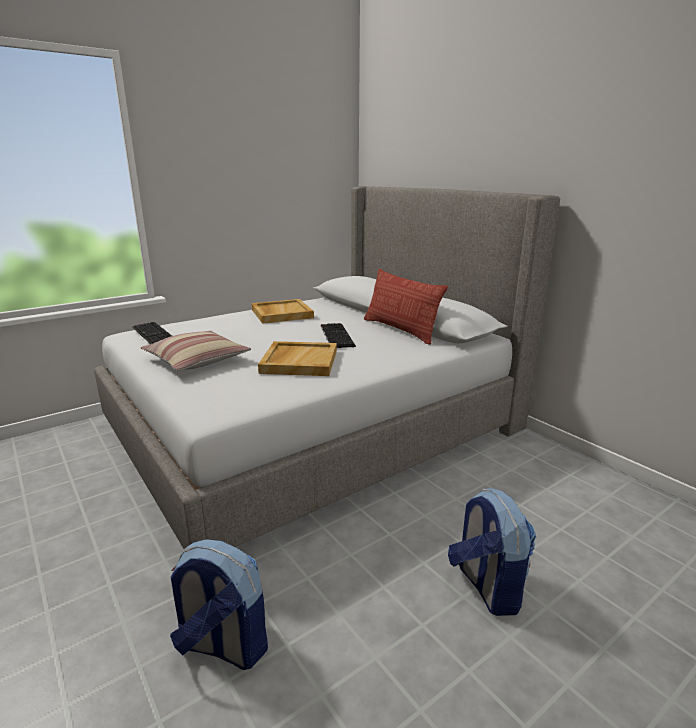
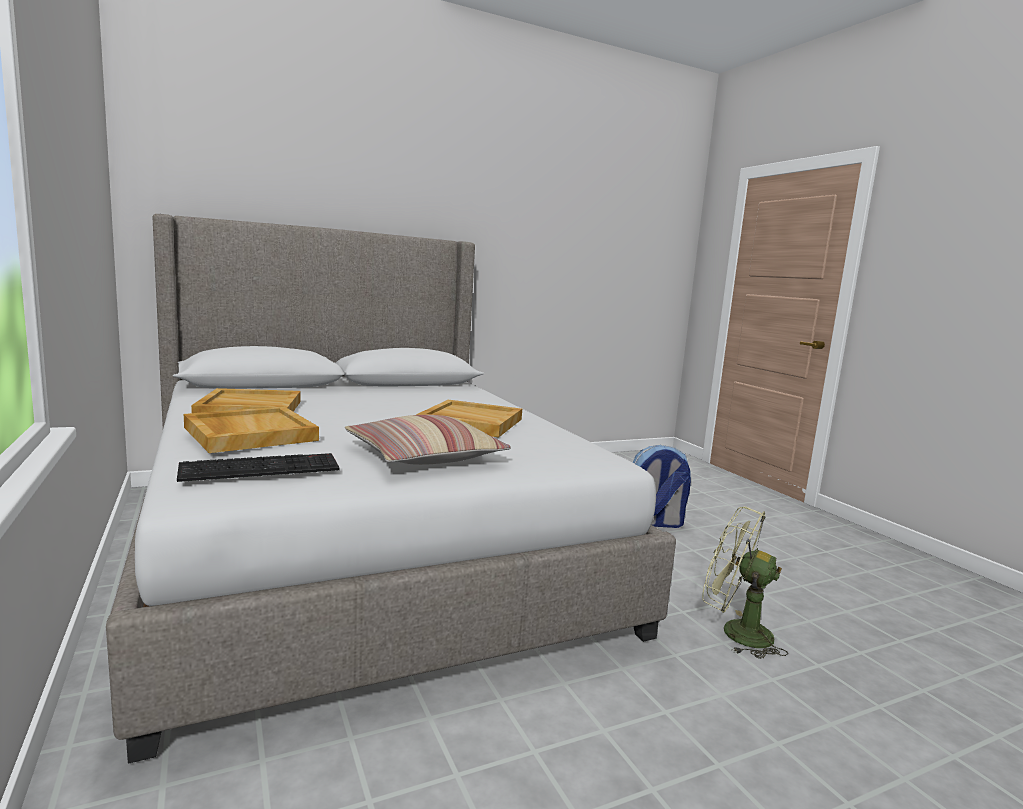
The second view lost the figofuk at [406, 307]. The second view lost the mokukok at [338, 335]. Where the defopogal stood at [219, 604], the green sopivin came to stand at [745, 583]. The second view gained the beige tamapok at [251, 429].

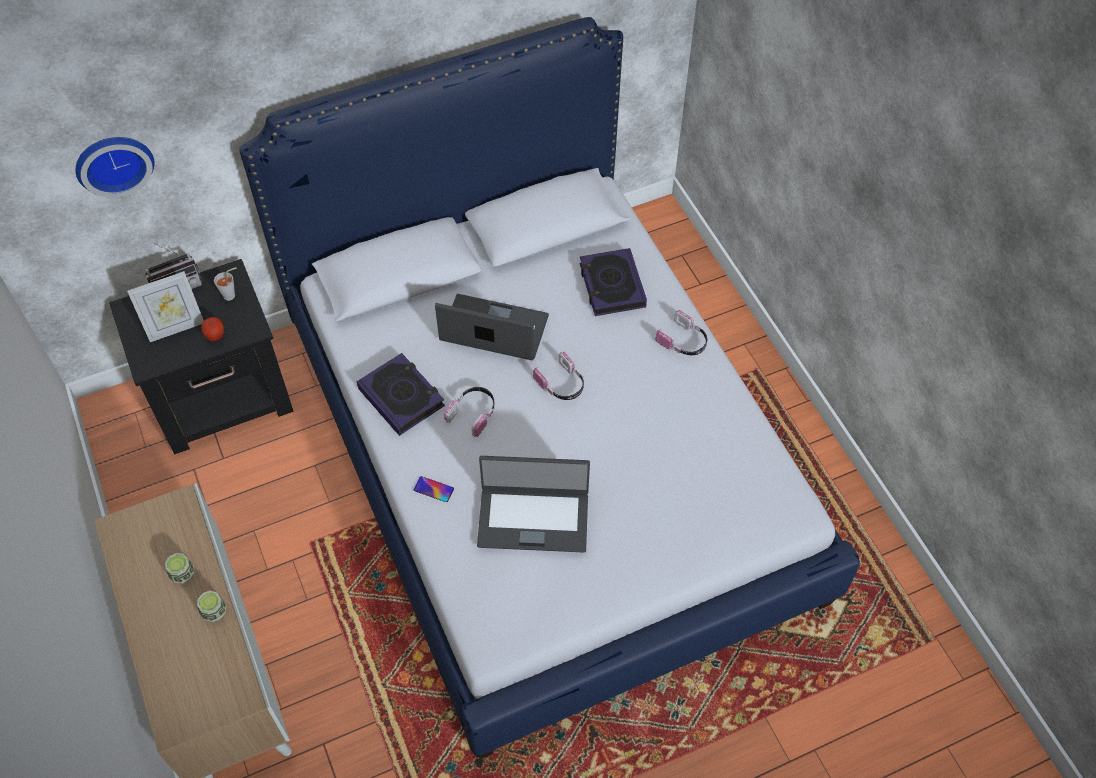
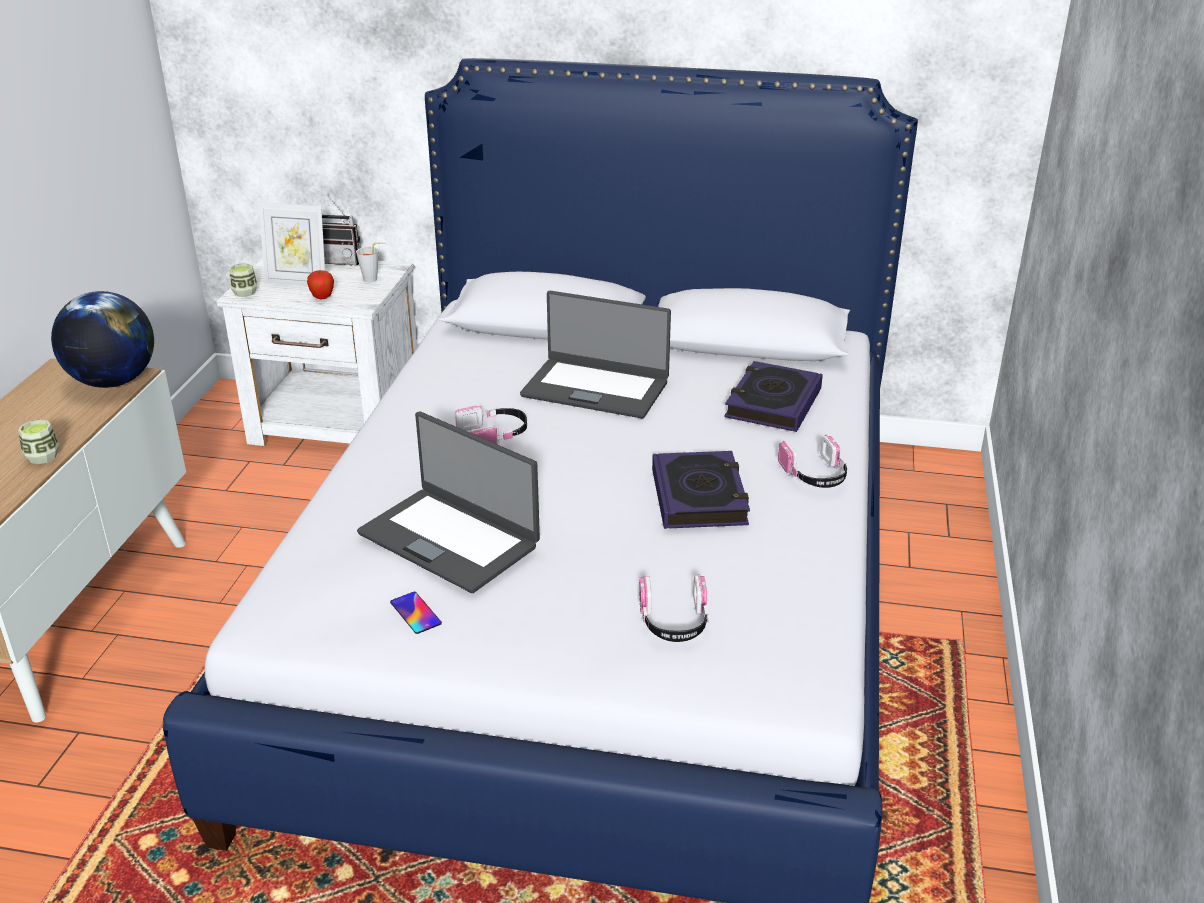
The second view lost the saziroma at [114, 167]. What was the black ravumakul at [201, 357] turned into the white ravumakul at [317, 352]. The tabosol at [492, 327] ended up facing another way, 150 degrees clockwise from before. The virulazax ended up elsewhere, having gone from [558, 376] to [674, 608]. The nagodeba ended up elsewhere, having gone from [401, 394] to [701, 490]. The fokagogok ended up elsewhere, having gone from [434, 489] to [416, 613]. The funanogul ended up elsewhere, having gone from [179, 568] to [243, 280]. The second view gained the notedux at [102, 339].

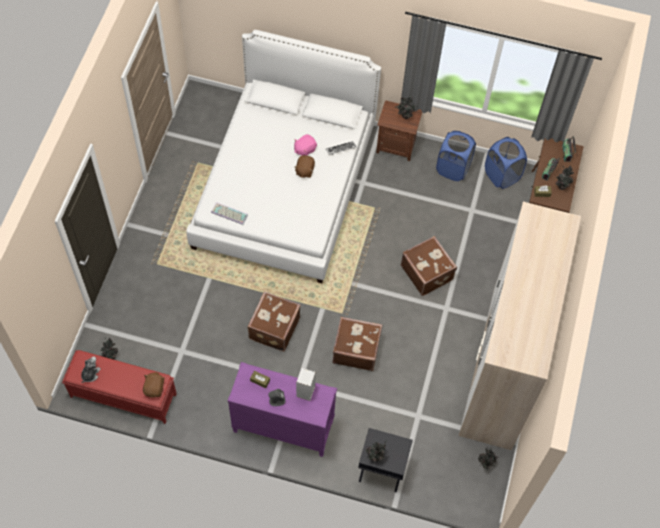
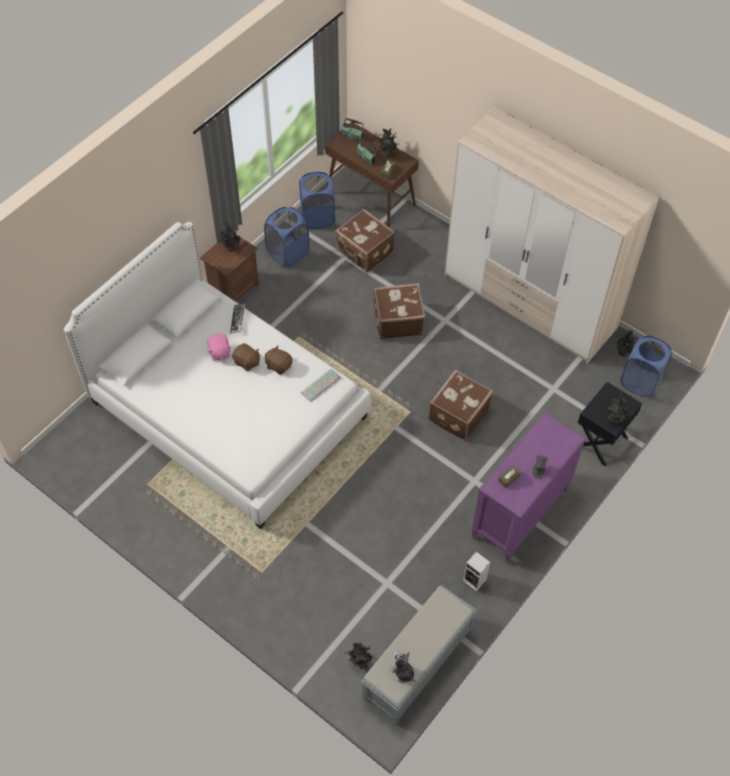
The mokukok ended up elsewhere, having gone from [229, 213] to [321, 385]. The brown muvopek ended up elsewhere, having gone from [274, 321] to [365, 241]. What was the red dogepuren at [119, 387] turned into the grey dogepuren at [419, 655]. The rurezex ended up elsewhere, having gone from [306, 384] to [477, 571]. The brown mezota ended up elsewhere, having gone from [153, 385] to [279, 360]. The second view gained the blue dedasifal at [647, 366].

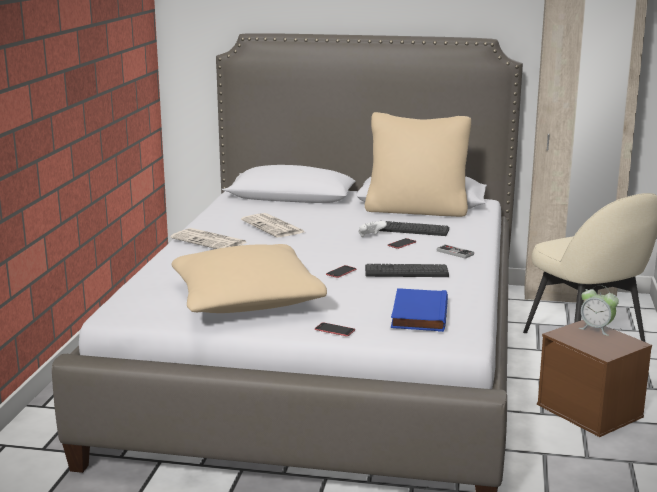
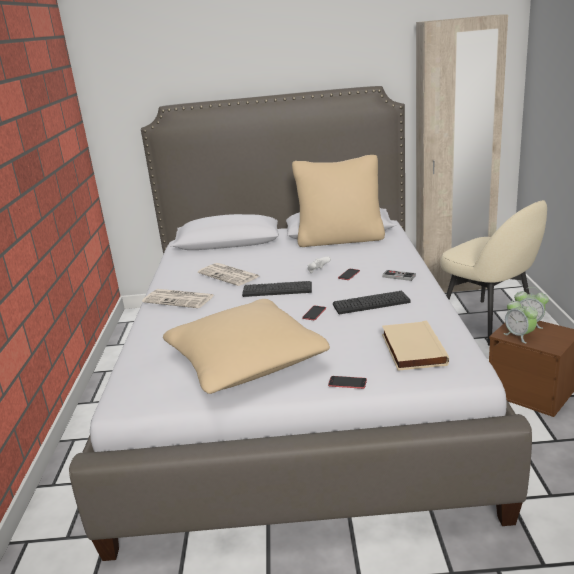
The mokukok ended up elsewhere, having gone from [414, 228] to [277, 289]. What was the blue nagodeba at [419, 310] turned into the beige nagodeba at [415, 346]. The second view gained the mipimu at [520, 320].

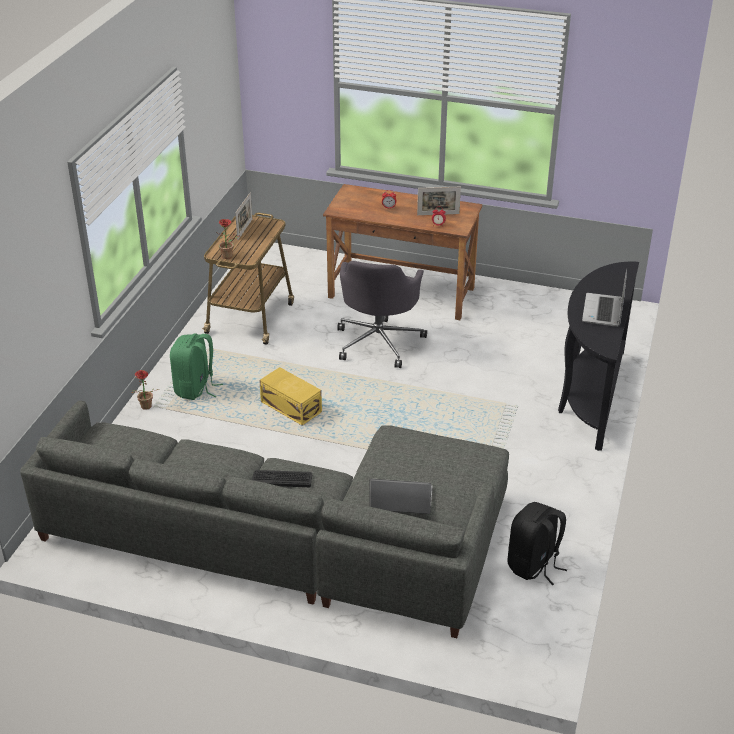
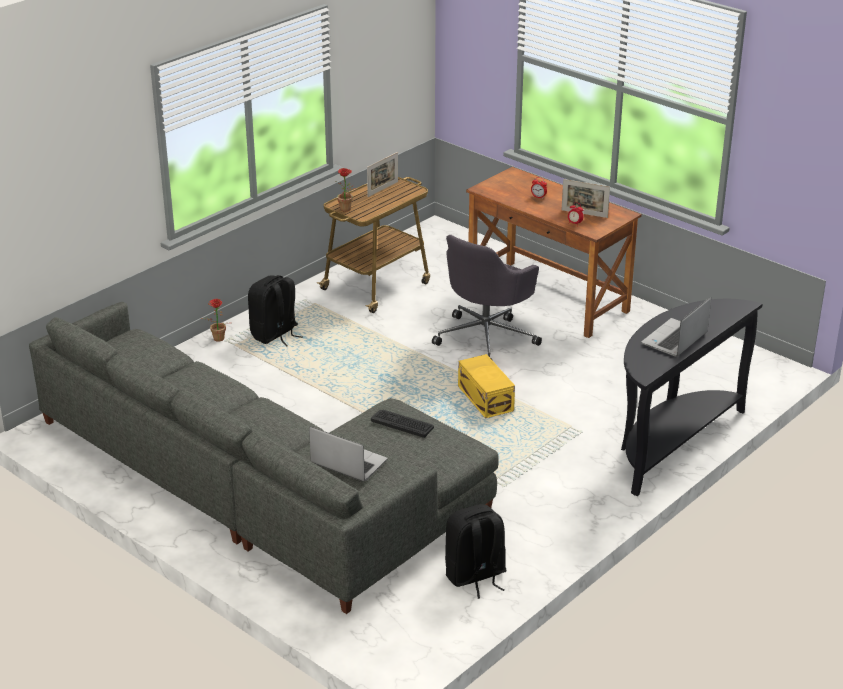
What was the green defopogal at [196, 367] turned into the black defopogal at [275, 311]. The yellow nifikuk ended up elsewhere, having gone from [290, 396] to [486, 386]. The mokukok ended up elsewhere, having gone from [282, 478] to [402, 424].

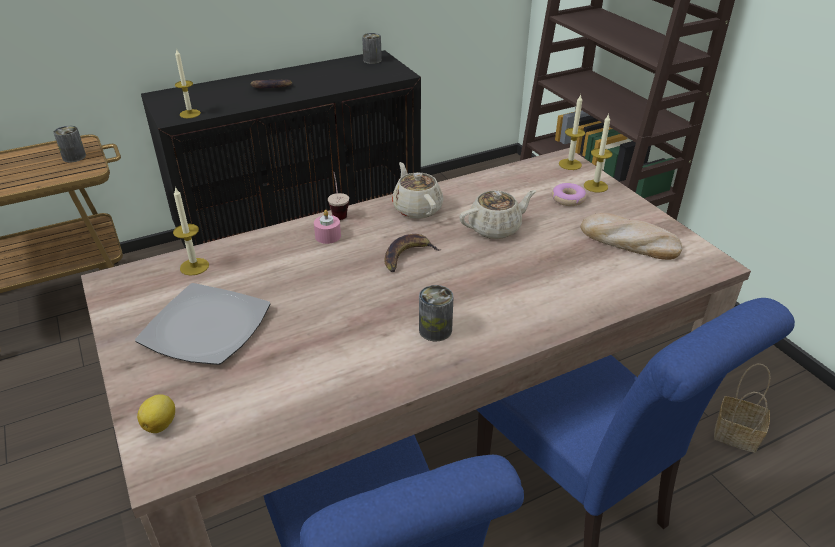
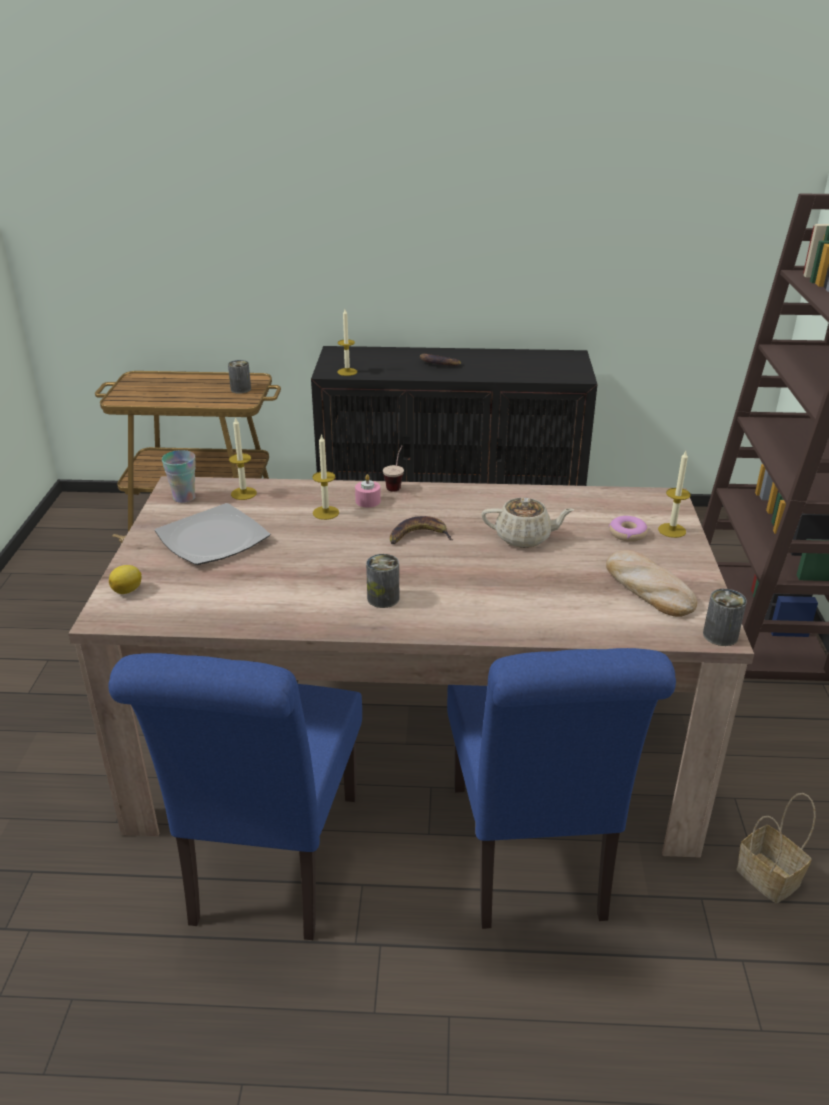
The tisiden ended up elsewhere, having gone from [372, 48] to [725, 617]. The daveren ended up elsewhere, having gone from [572, 132] to [325, 477]. The second view lost the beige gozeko at [418, 190]. The second view gained the funanogul at [179, 476].

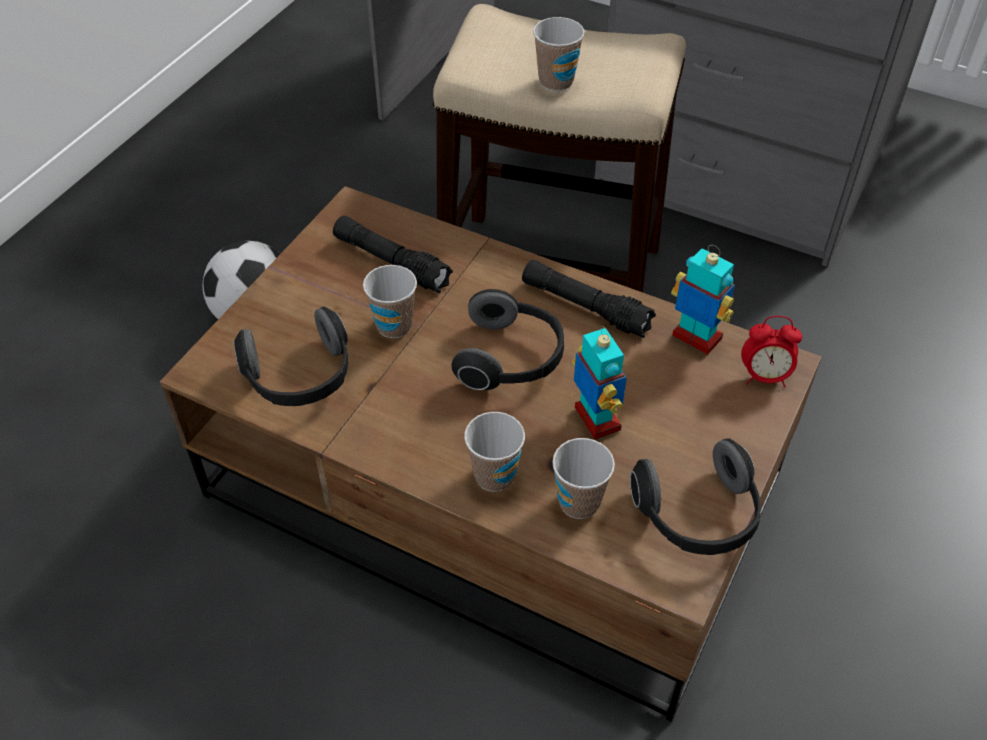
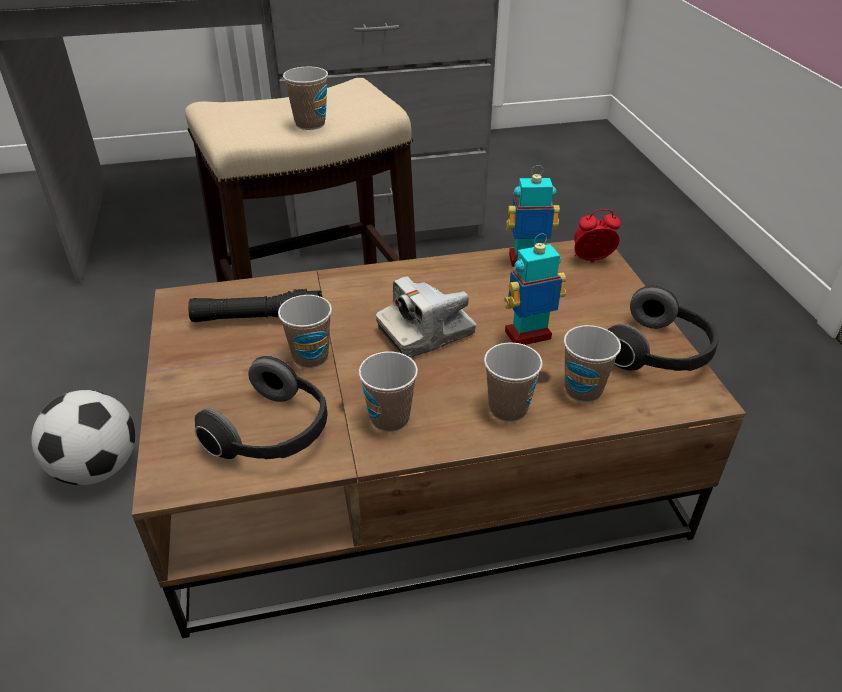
The second view lost the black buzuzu at [589, 299]. Where the virulazax stood at [507, 339], the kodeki came to stand at [426, 317]. The mipimu at [771, 351] ended up facing another way, 150 degrees counterclockwise from before. The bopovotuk at [599, 383] ended up facing another way, 45 degrees counterclockwise from before. The second view gained the funanogul at [388, 392].

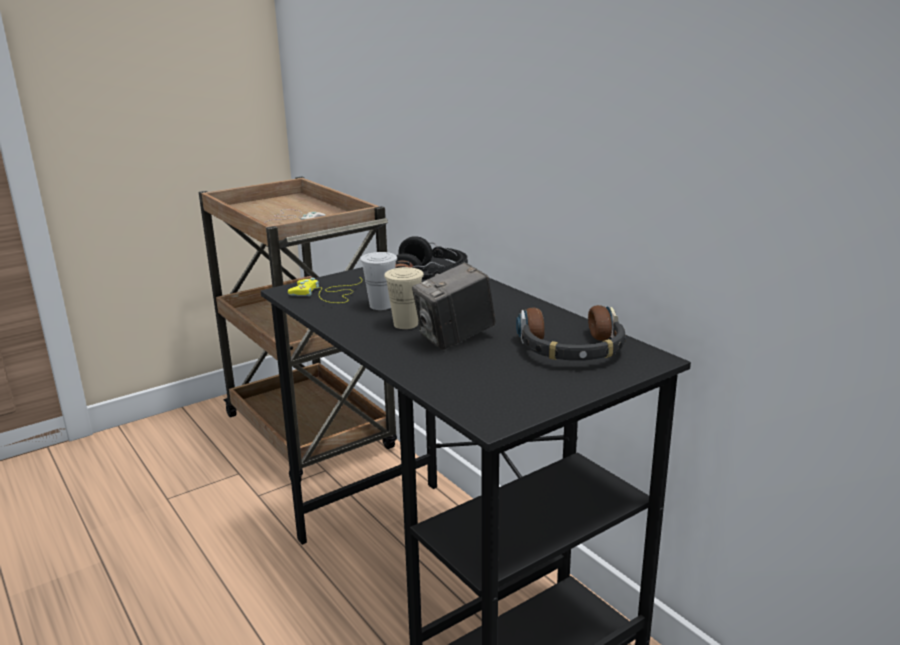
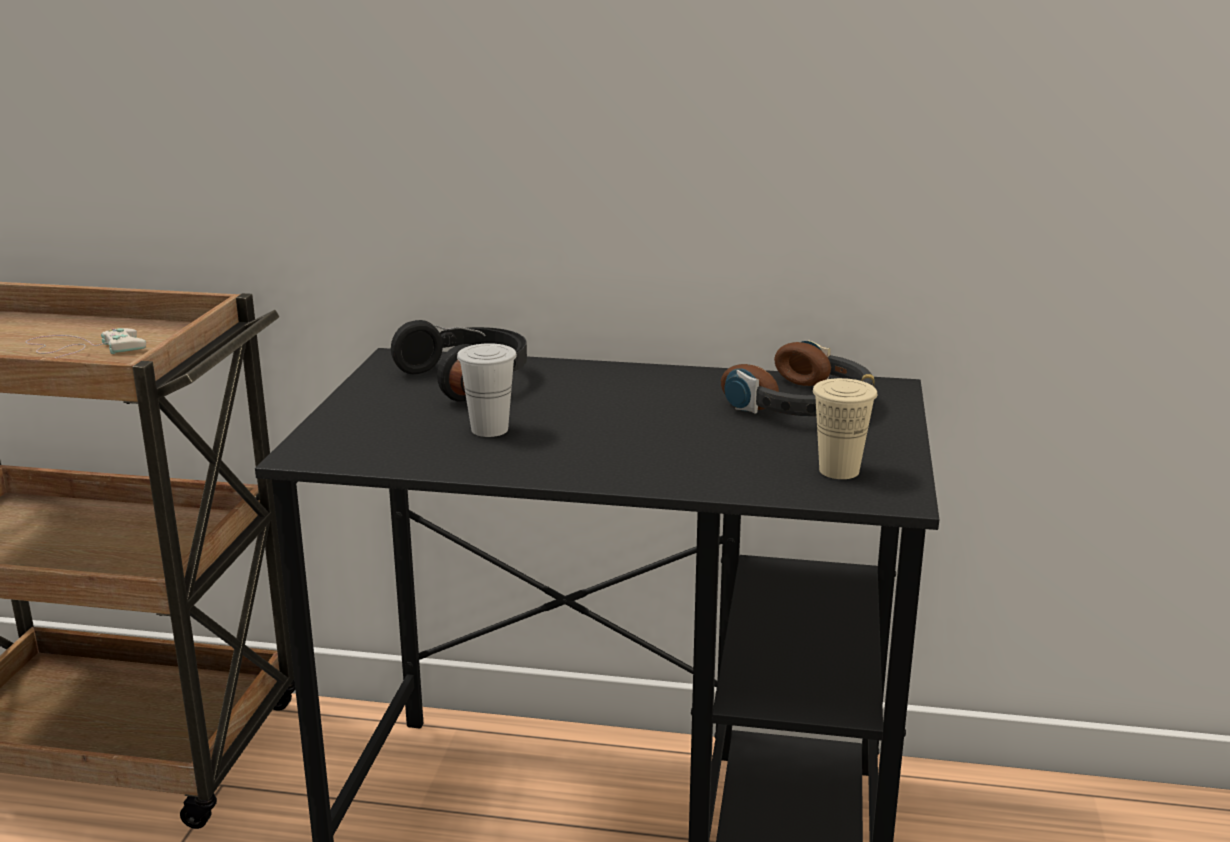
The second view lost the kodeki at [454, 306]. The beige funanogul ended up elsewhere, having gone from [404, 298] to [845, 428]. The second view lost the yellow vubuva at [325, 290].

